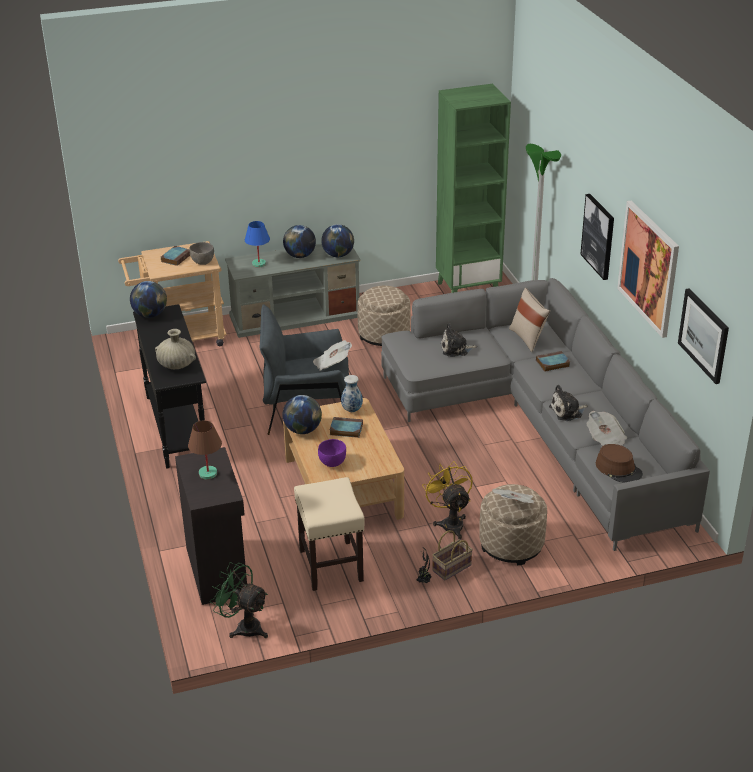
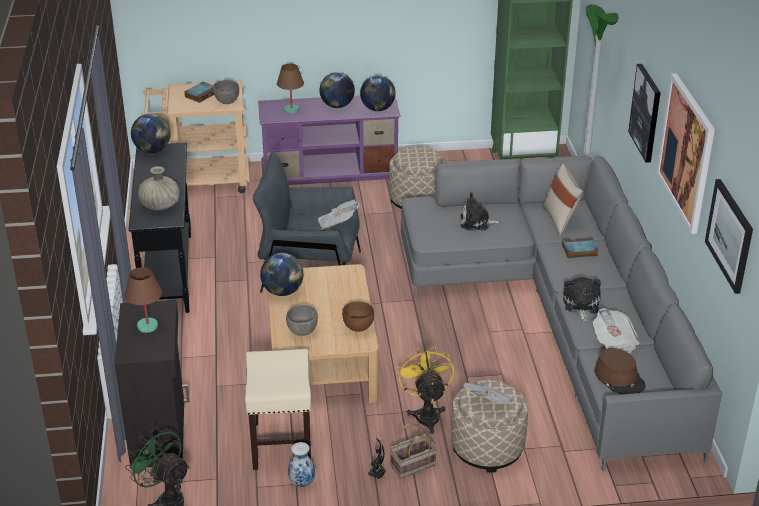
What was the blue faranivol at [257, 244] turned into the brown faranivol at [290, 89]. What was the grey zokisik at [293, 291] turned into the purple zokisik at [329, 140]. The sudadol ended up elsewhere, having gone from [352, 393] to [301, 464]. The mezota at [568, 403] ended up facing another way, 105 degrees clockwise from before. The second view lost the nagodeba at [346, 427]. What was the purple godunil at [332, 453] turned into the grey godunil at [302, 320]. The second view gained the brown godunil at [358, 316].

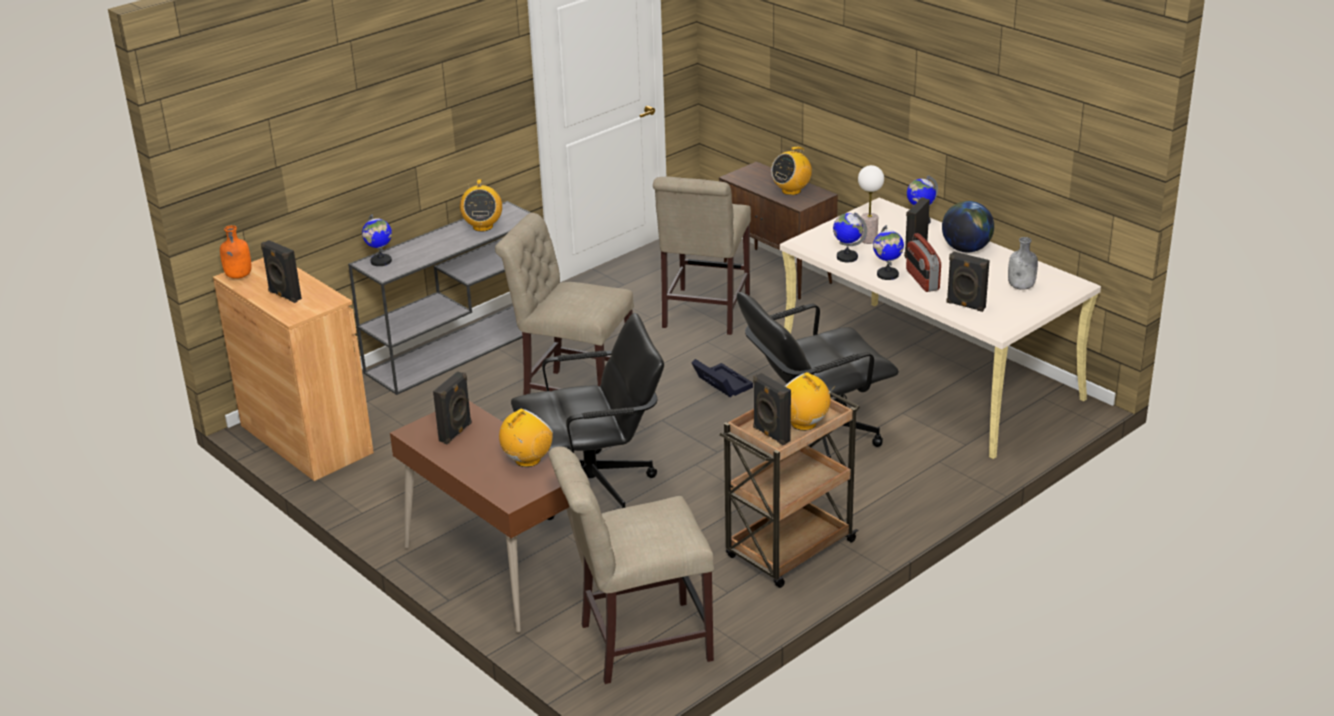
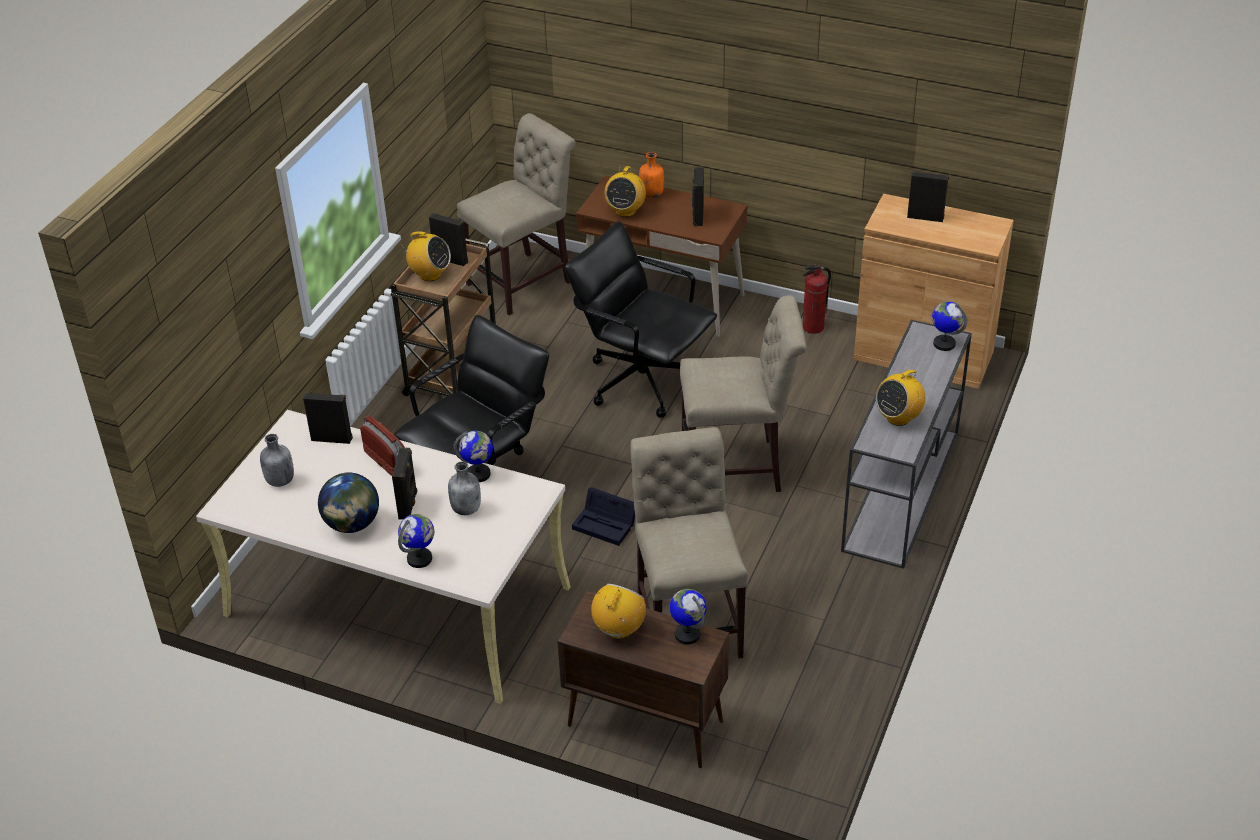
Where the faranivol stood at [871, 204], the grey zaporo came to stand at [464, 488]. The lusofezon at [481, 205] ended up facing another way, 105 degrees counterclockwise from before. The orange zaporo ended up elsewhere, having gone from [236, 252] to [651, 175]. The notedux ended up elsewhere, having gone from [888, 252] to [688, 617]. The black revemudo at [587, 416] ended up facing another way, 75 degrees clockwise from before. The second view gained the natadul at [817, 299].

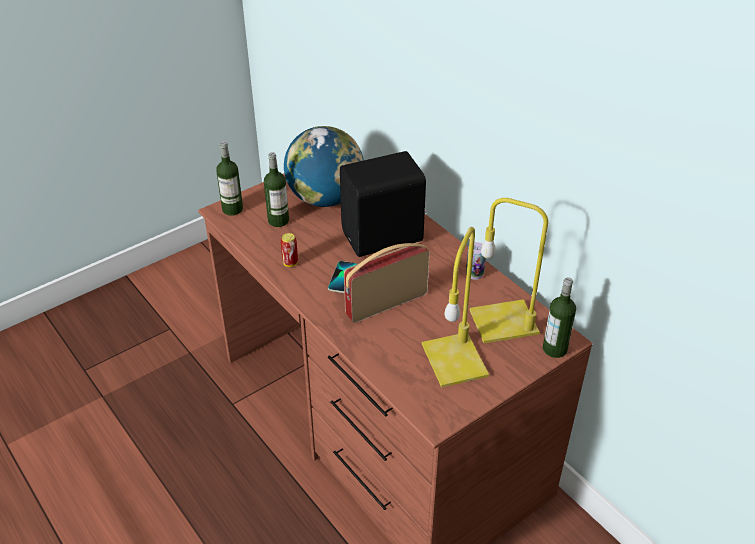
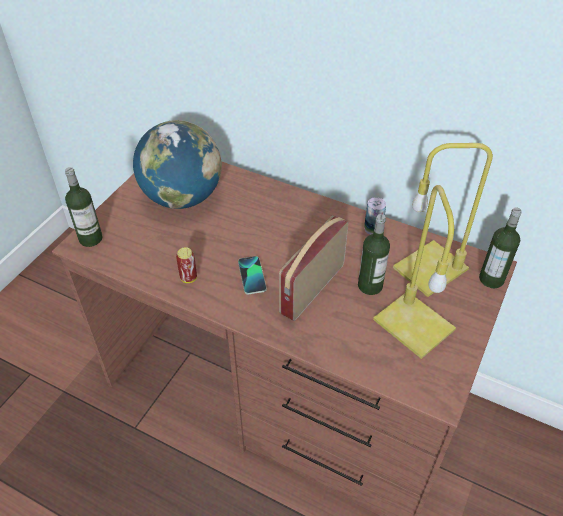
The second view lost the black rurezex at [383, 204]. The zaporo ended up elsewhere, having gone from [276, 189] to [374, 254].

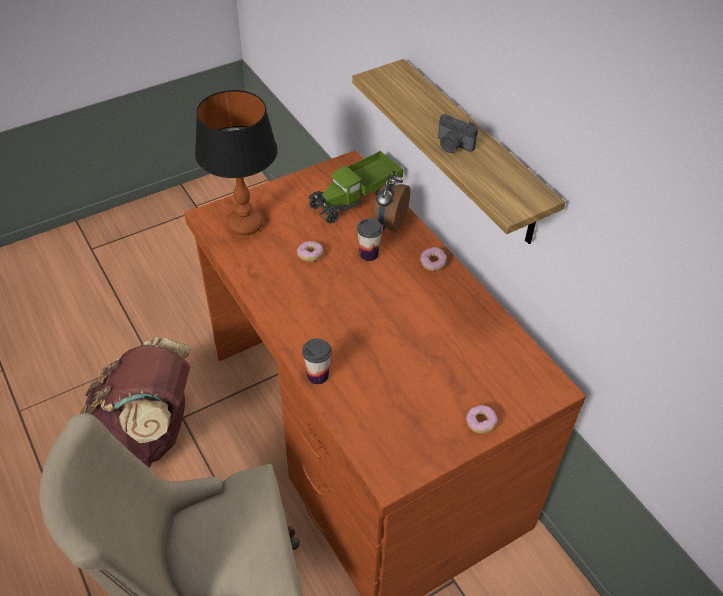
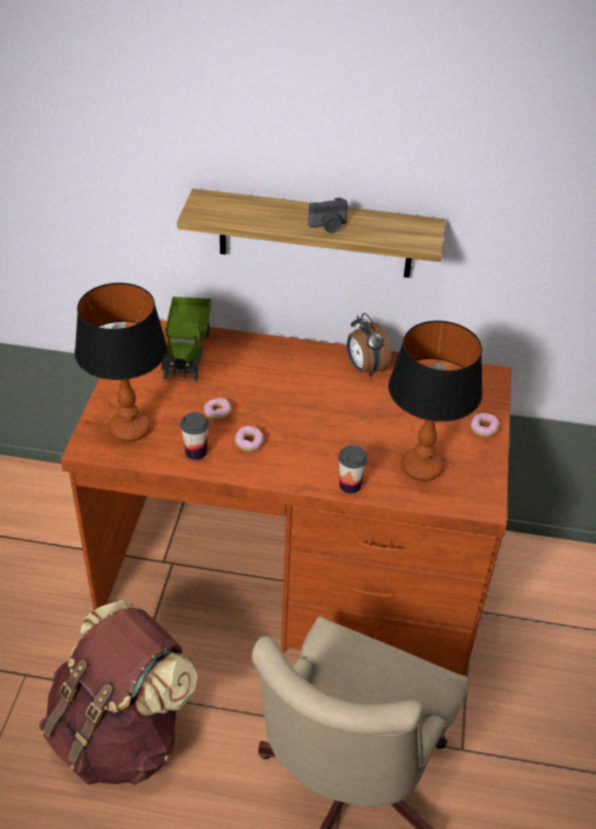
The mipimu ended up elsewhere, having gone from [391, 201] to [369, 345]. The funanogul ended up elsewhere, having gone from [370, 239] to [194, 436]. The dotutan ended up elsewhere, having gone from [433, 259] to [249, 439]. The second view gained the faranivol at [435, 401].

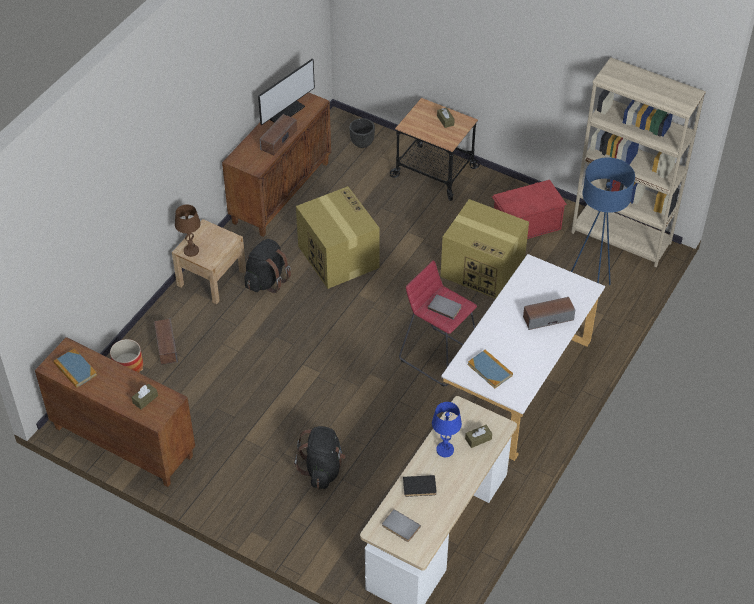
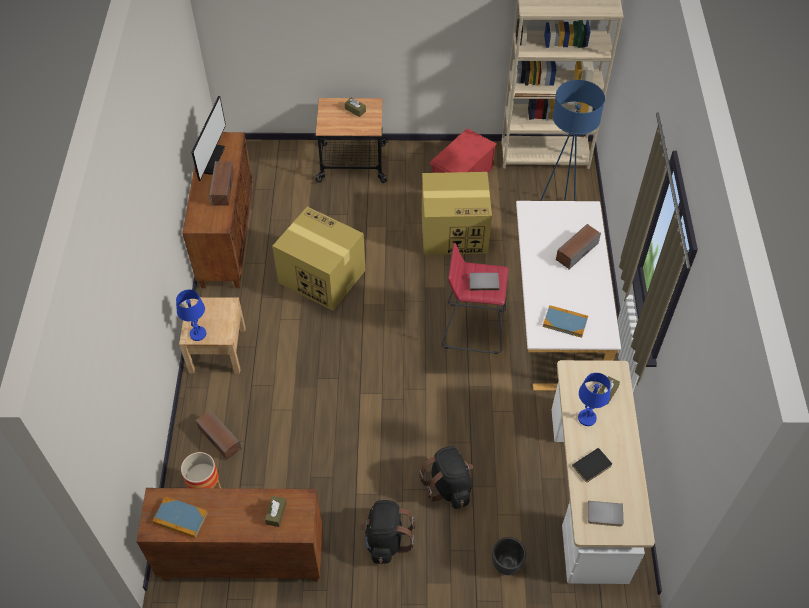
The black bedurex ended up elsewhere, having gone from [362, 133] to [509, 556]. What was the brown faranivol at [188, 231] turned into the blue faranivol at [191, 315]. The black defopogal ended up elsewhere, having gone from [267, 266] to [387, 532].

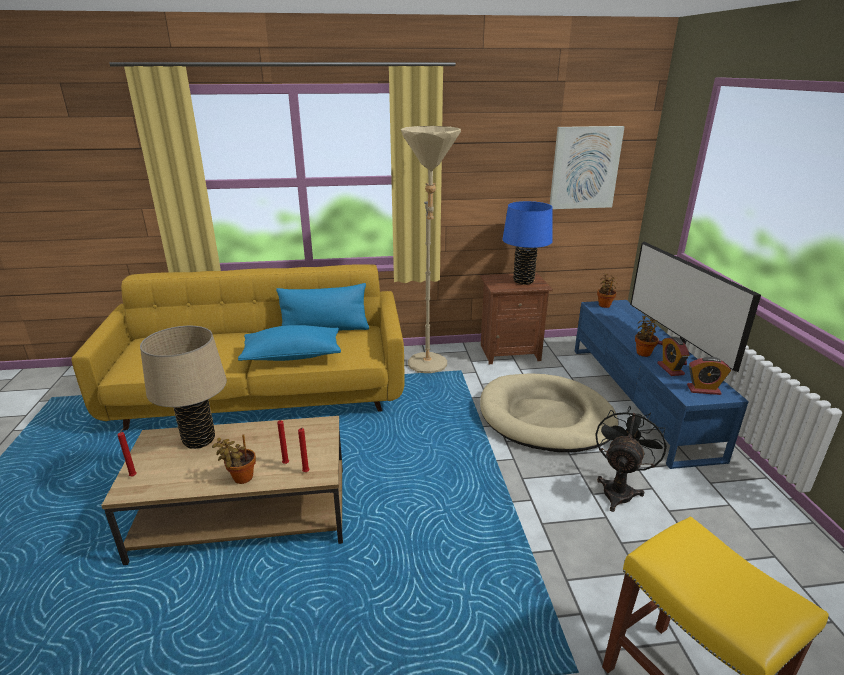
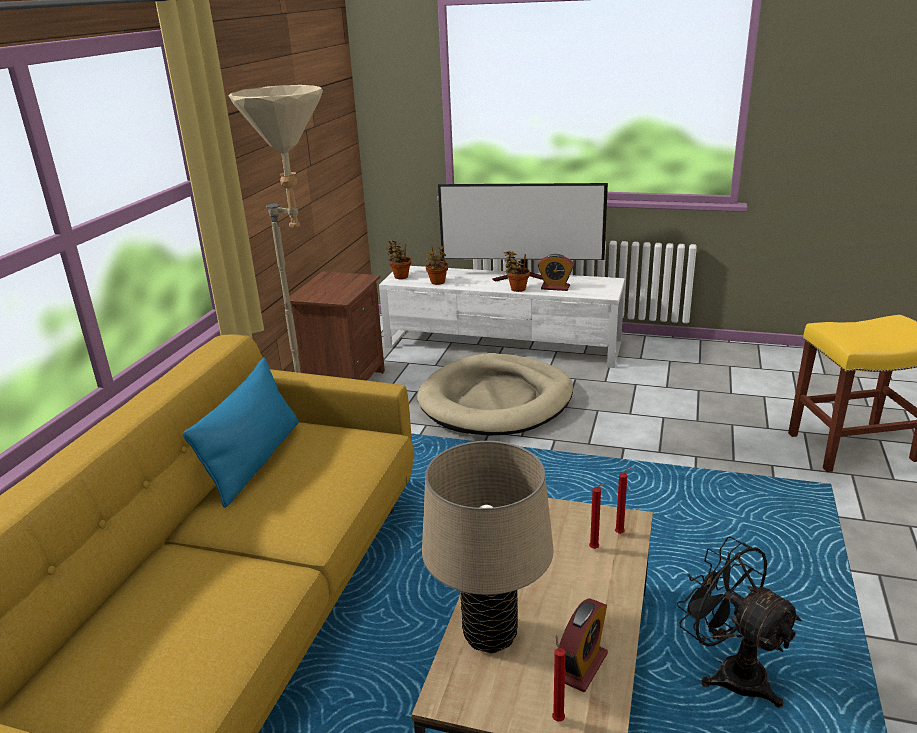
The second view lost the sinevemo at [587, 167]. The second view lost the blue faranivol at [527, 243]. What was the blue zokisik at [662, 384] turned into the white zokisik at [502, 317]. The second view lost the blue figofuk at [289, 343]. The mipimu ended up elsewhere, having gone from [709, 376] to [583, 645]. The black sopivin ended up elsewhere, having gone from [631, 459] to [739, 622]. The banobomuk ended up elsewhere, having gone from [234, 459] to [436, 265].

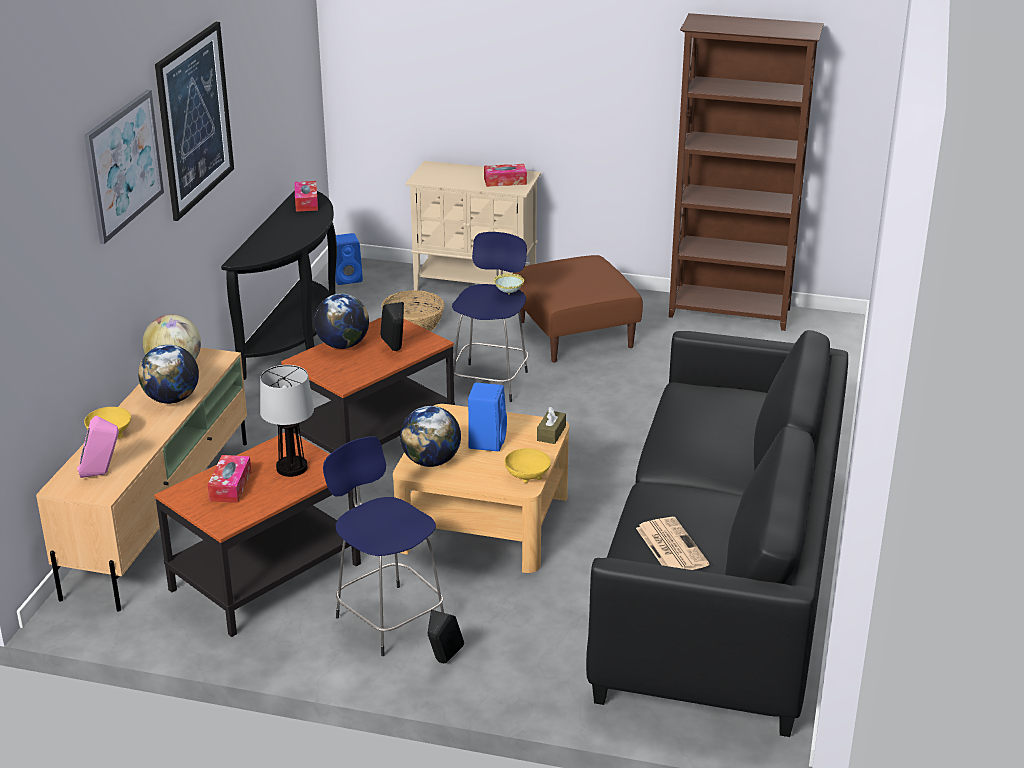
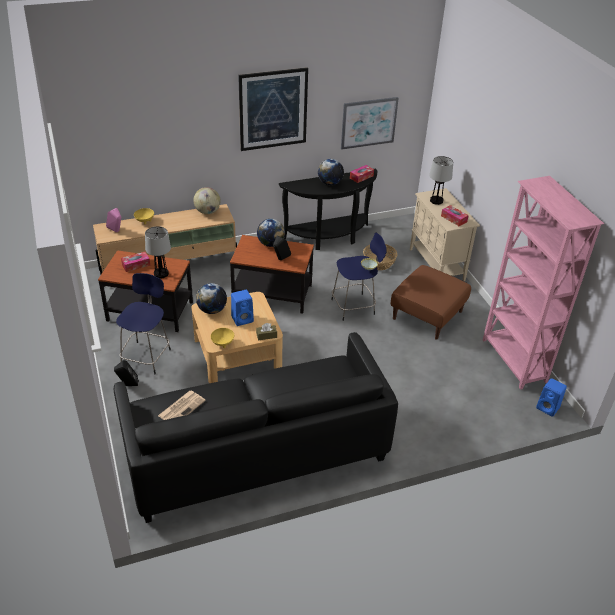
What was the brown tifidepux at [746, 172] turned into the pink tifidepux at [543, 283]. The sinevemo ended up elsewhere, having gone from [124, 167] to [370, 123]. The blue rurezex ended up elsewhere, having gone from [349, 259] to [551, 397]. The notedux ended up elsewhere, having gone from [168, 374] to [331, 172]. The second view gained the faranivol at [441, 180].

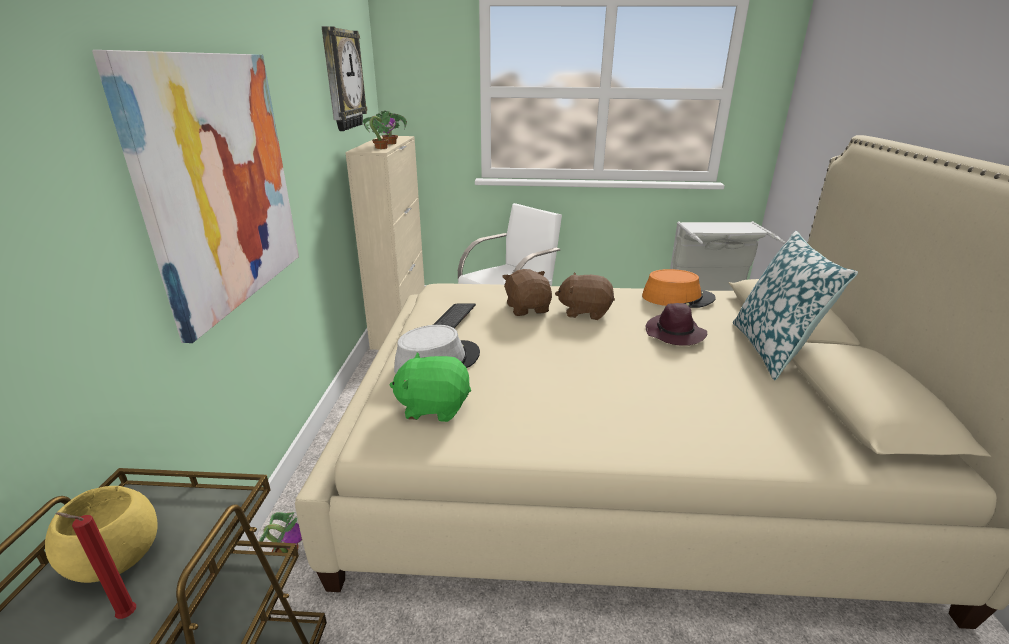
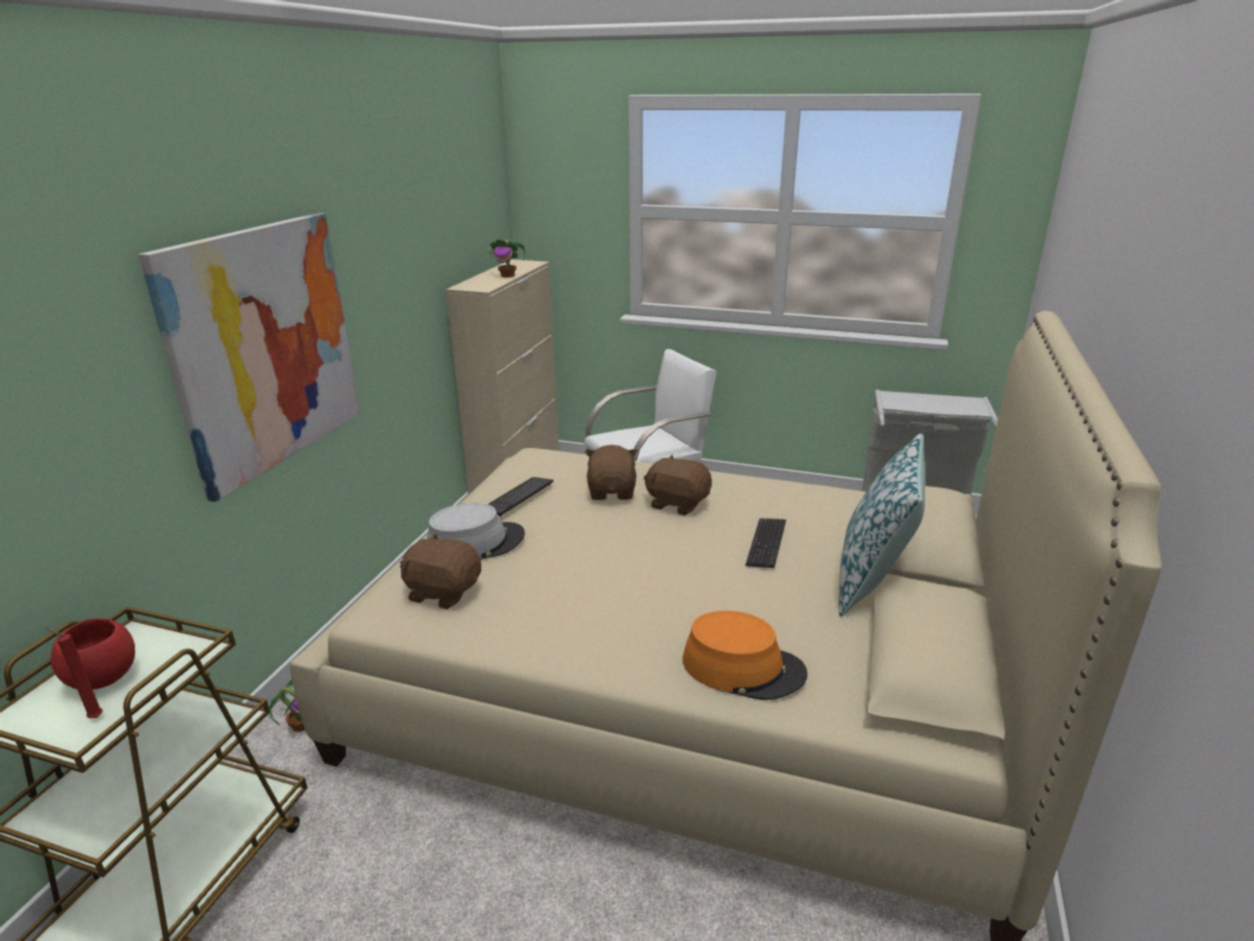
The second view lost the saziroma at [344, 78]. The second view lost the banobomuk at [378, 130]. The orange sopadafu ended up elsewhere, having gone from [679, 288] to [745, 655]. Where the purple sopadafu stood at [676, 324], the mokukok came to stand at [765, 543]. What was the green mezota at [430, 387] turned into the brown mezota at [440, 570]. What was the yellow godunil at [101, 534] turned into the red godunil at [93, 654].

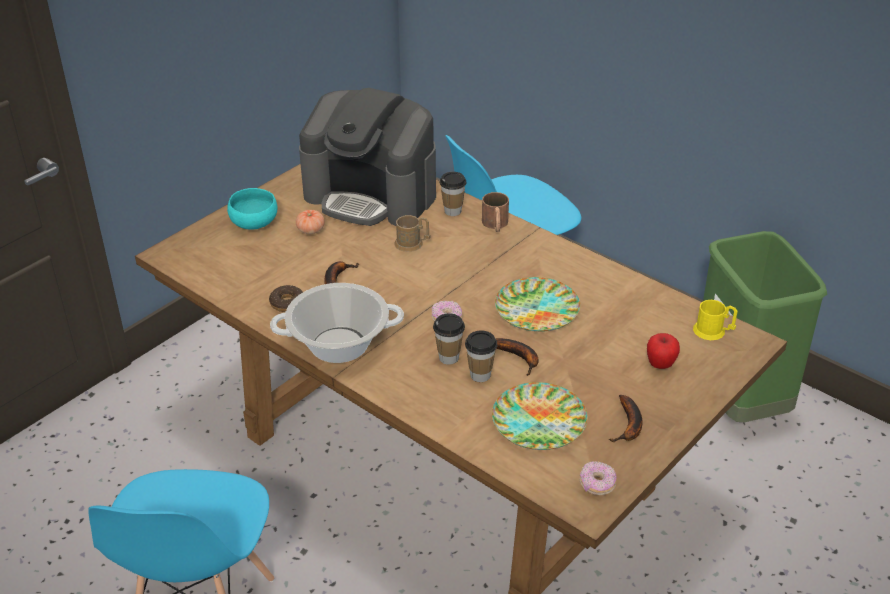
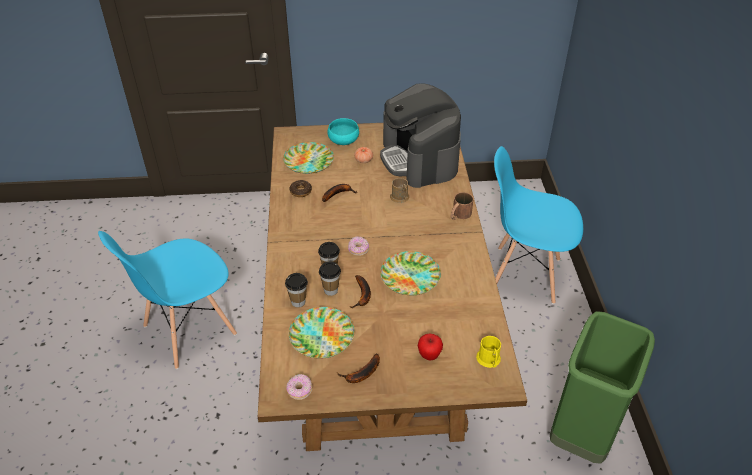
The funanogul ended up elsewhere, having gone from [452, 194] to [296, 290]. The second view lost the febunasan at [337, 323]. The second view gained the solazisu at [308, 158].

